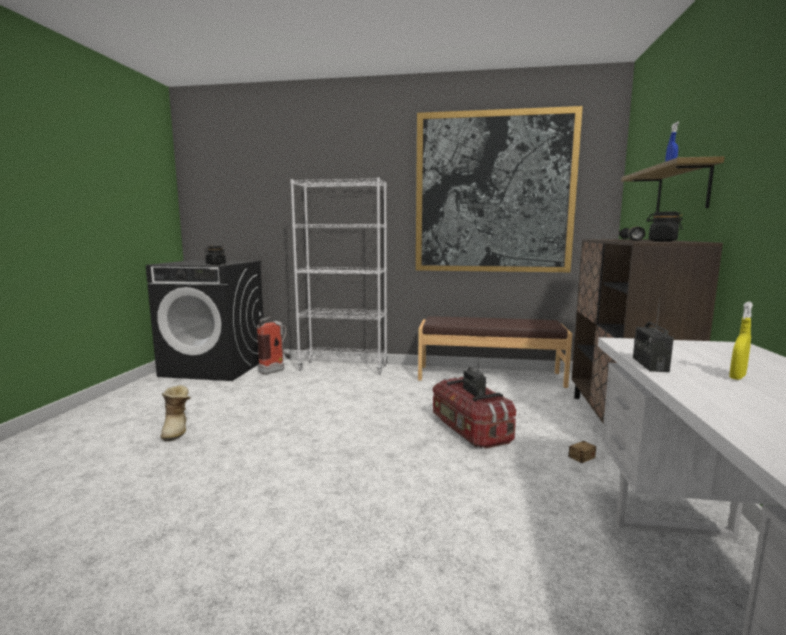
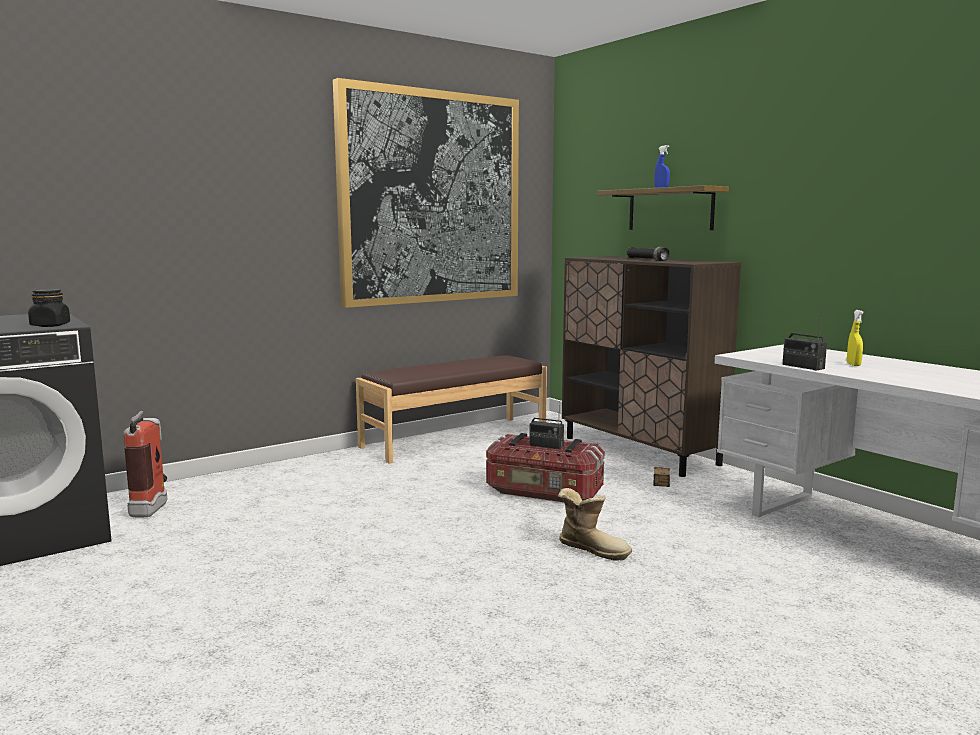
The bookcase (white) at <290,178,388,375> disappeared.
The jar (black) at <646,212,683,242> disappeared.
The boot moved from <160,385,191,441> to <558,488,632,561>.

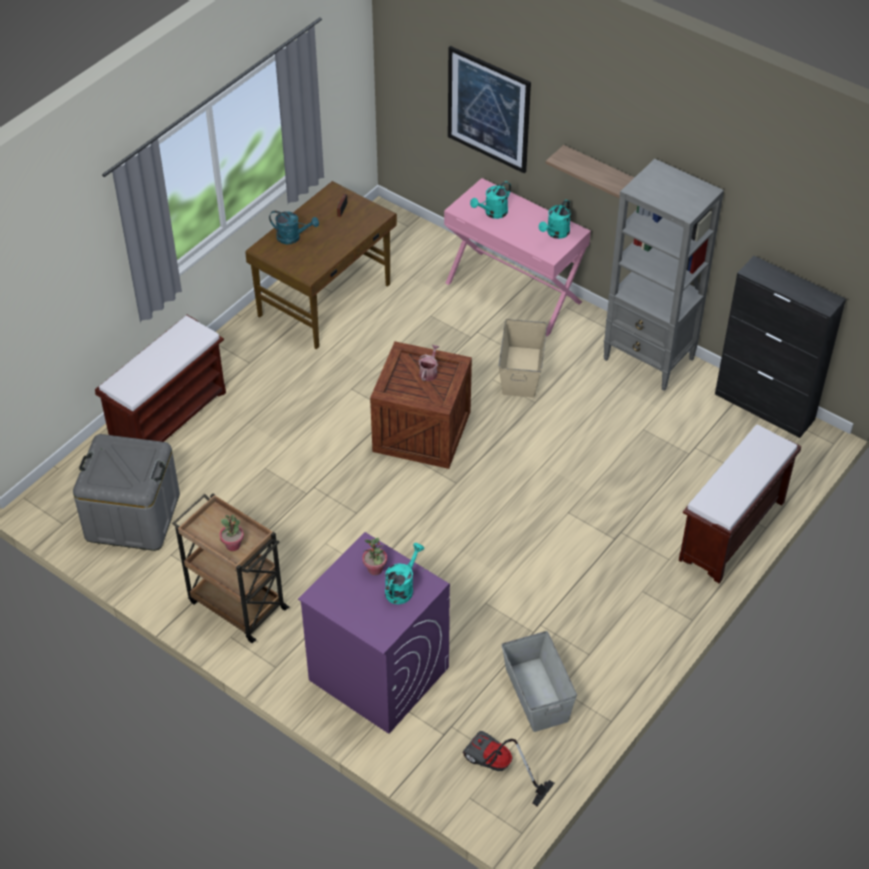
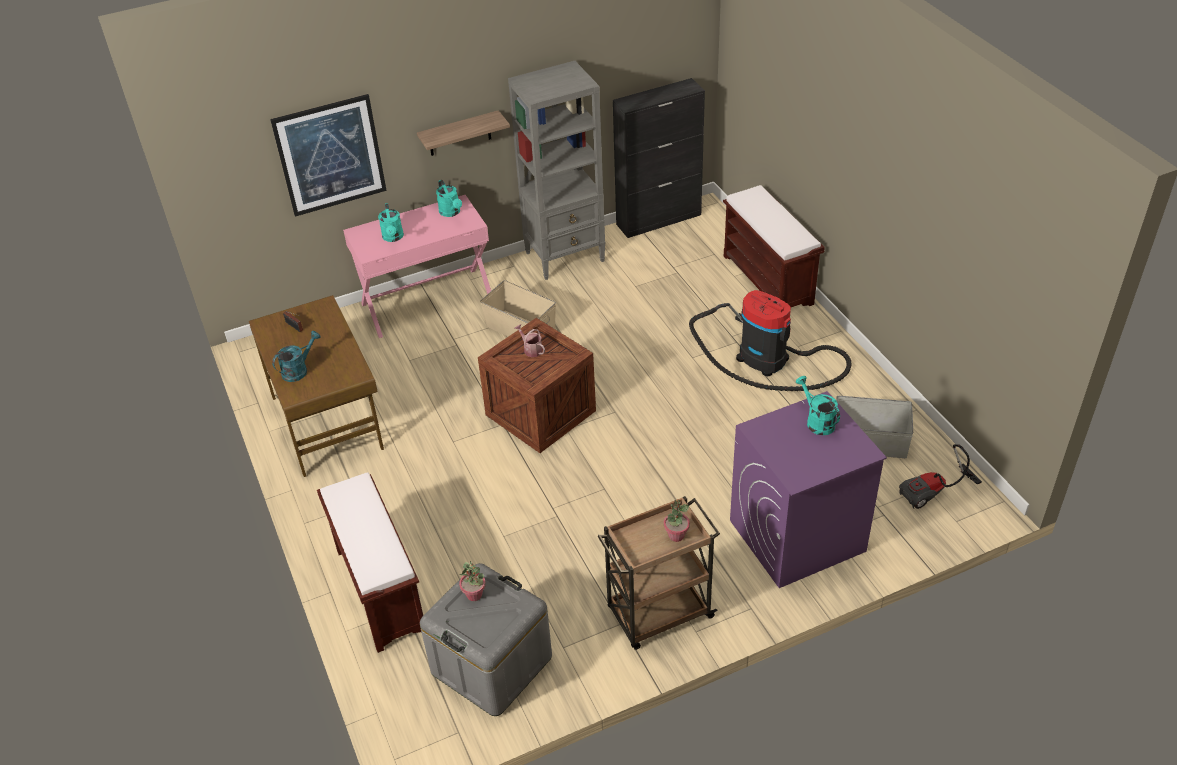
The potted plant moved from <362,538,387,575> to <459,561,486,601>.
The vacuum cleaner at <689,290,851,391> appeared.

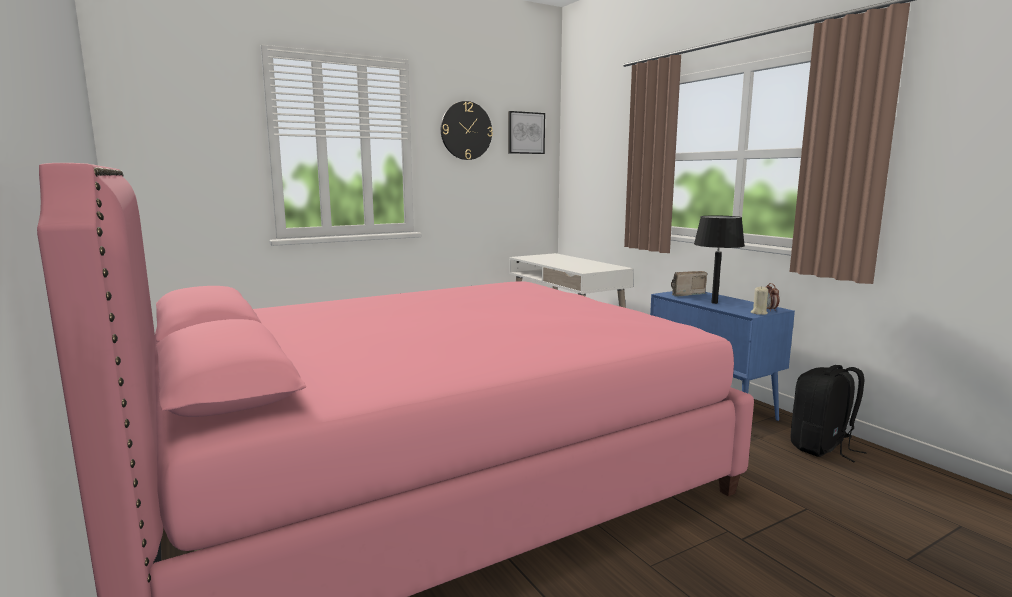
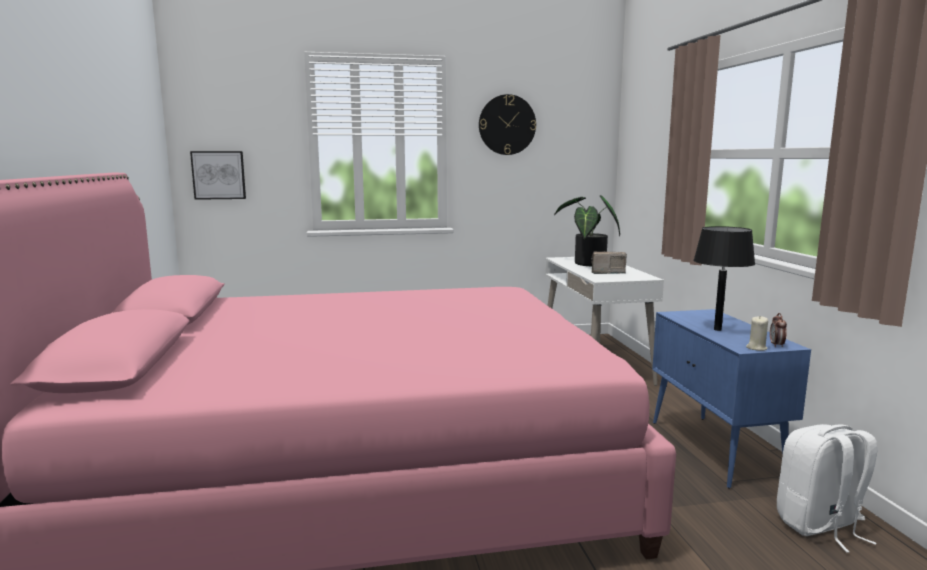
The picture moved from <508,111,545,154> to <190,151,246,200>.
The radio moved from <671,271,707,296> to <591,252,627,274>.
The backpack (black) at <791,365,867,462> became the backpack (white) at <777,424,878,552>.
The potted plant at <554,195,620,266> appeared.

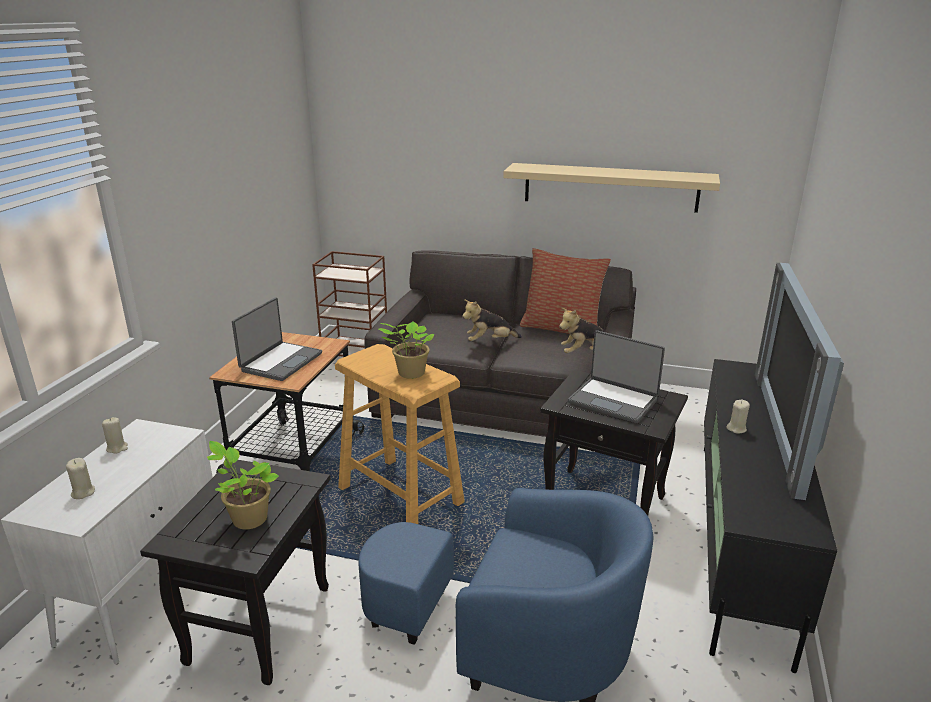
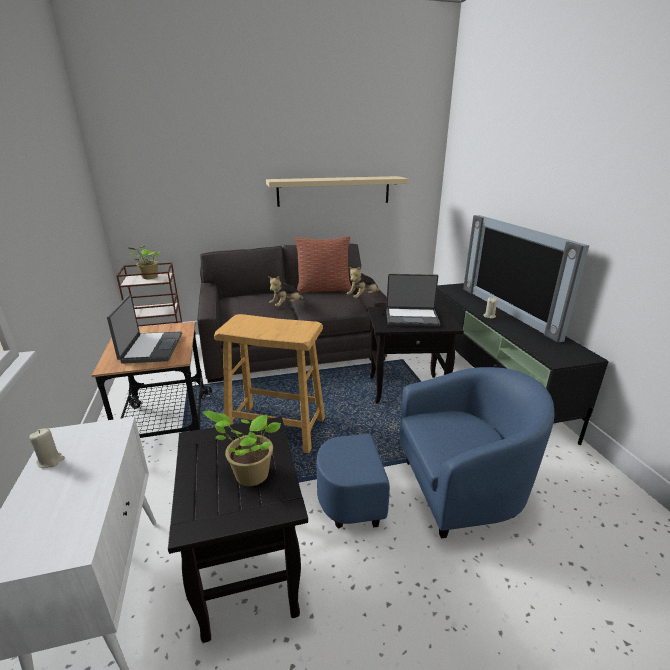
The potted plant moved from <379,321,435,379> to <128,246,160,279>.
The candle (beige) at <66,458,95,499> disappeared.

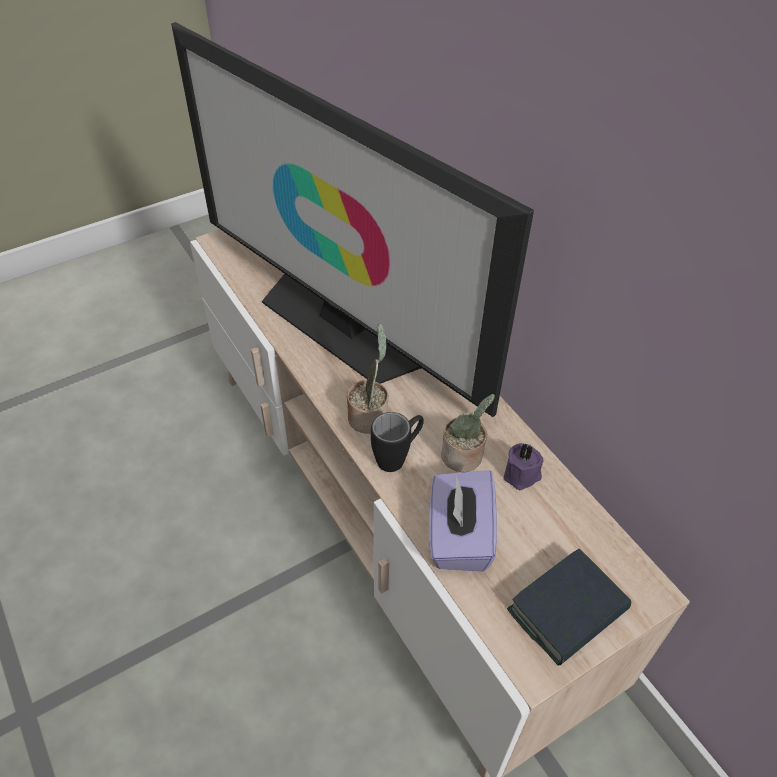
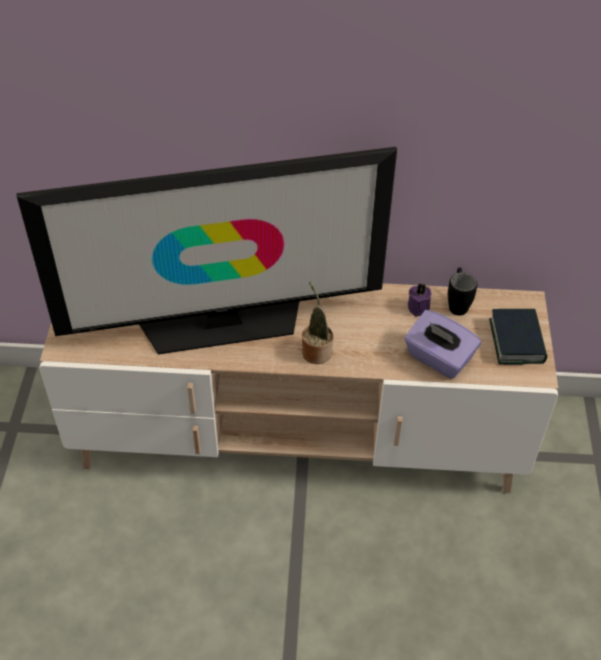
The potted plant at <441,394,495,472> disappeared.
The mug (black) moved from <371,412,424,472> to <448,268,477,315>.

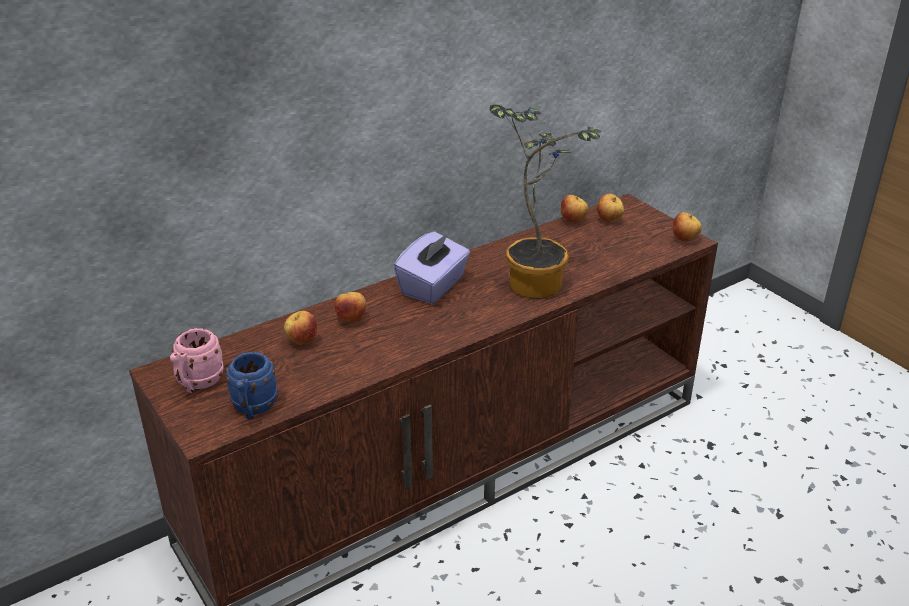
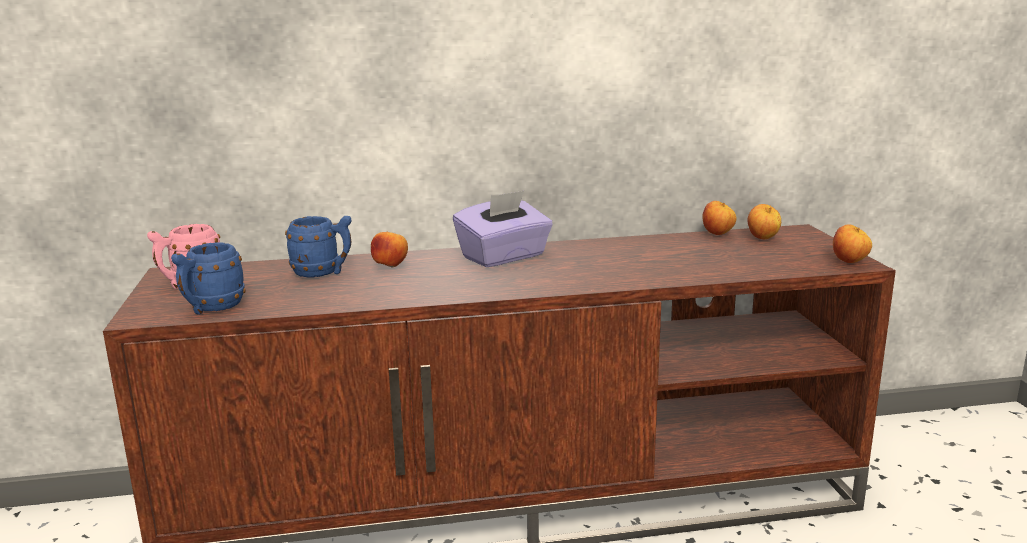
The potted plant at <490,104,602,299> disappeared.
The apple at <284,311,317,345> was replaced by the mug (blue) at <285,216,352,278>.

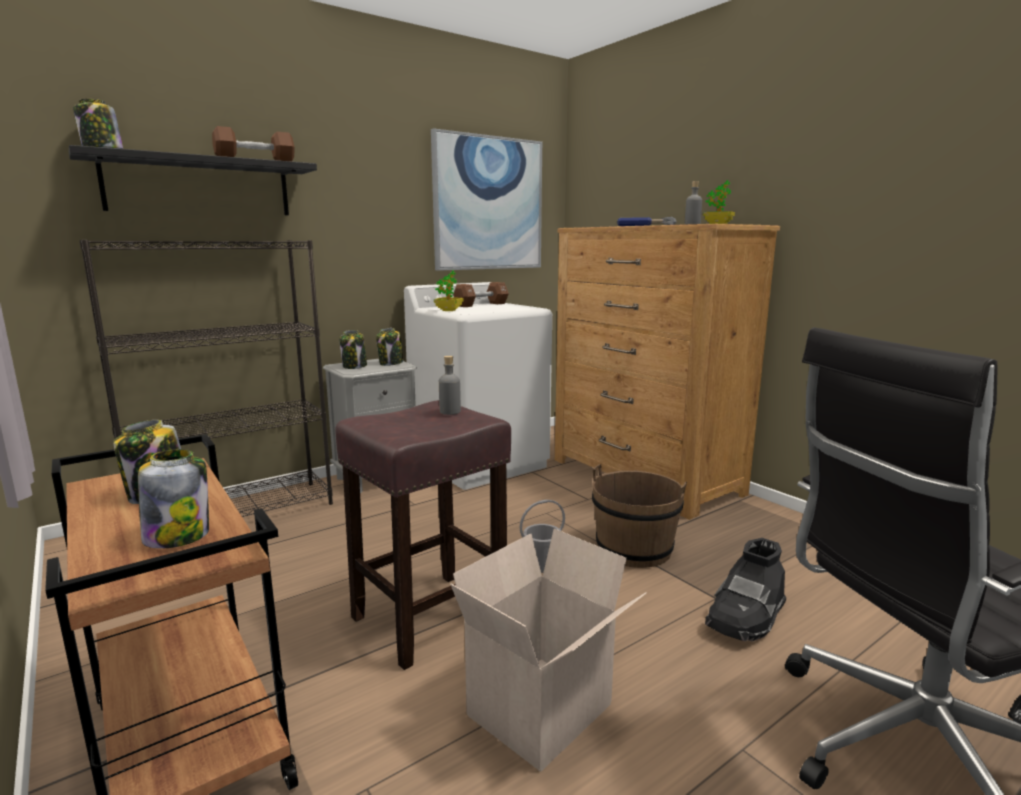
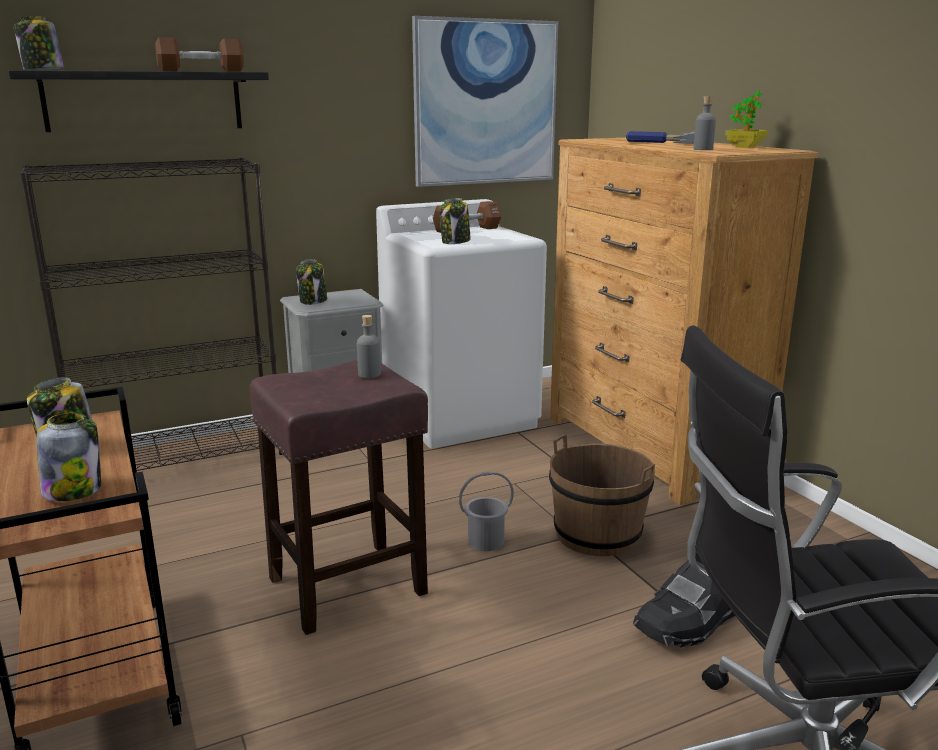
The potted plant at <434,271,463,311> disappeared.
The jar moved from <376,328,403,366> to <439,198,471,244>.
The cardboard box at <450,528,646,772> disappeared.

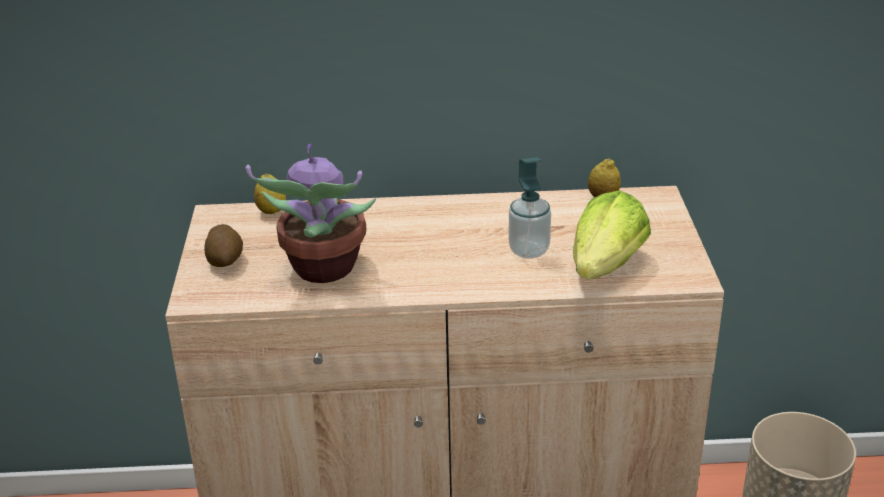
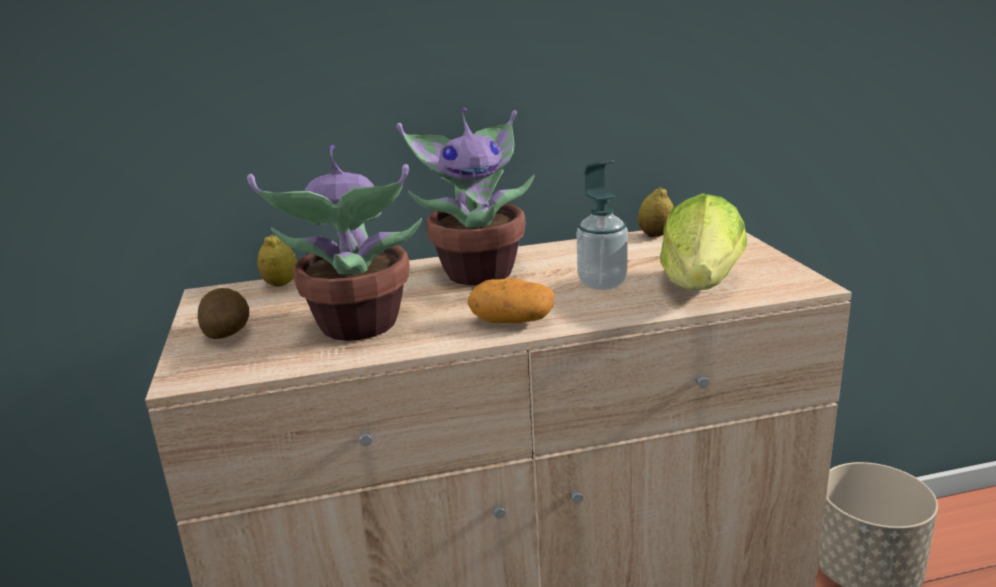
The potted plant at <396,108,535,285> appeared.
The potato at <467,278,554,323> appeared.

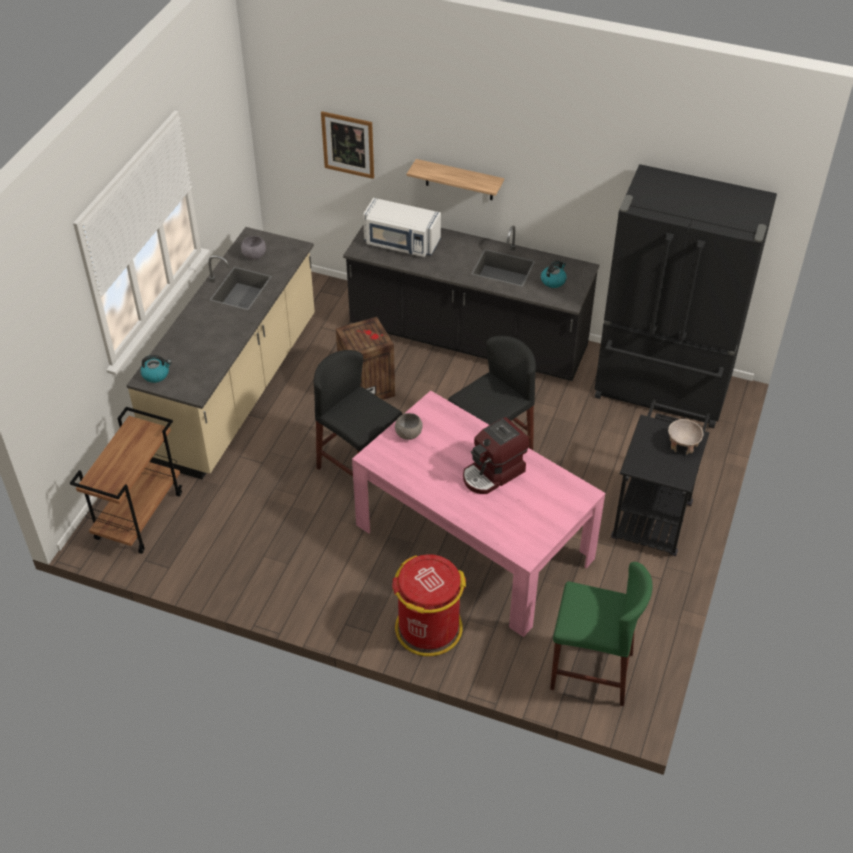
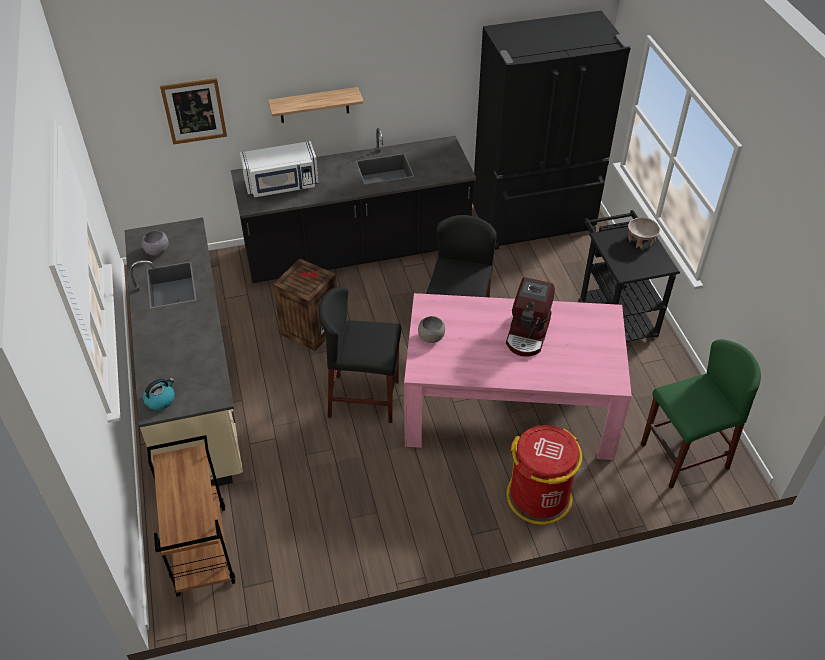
The kettle at <541,260,567,288> disappeared.

